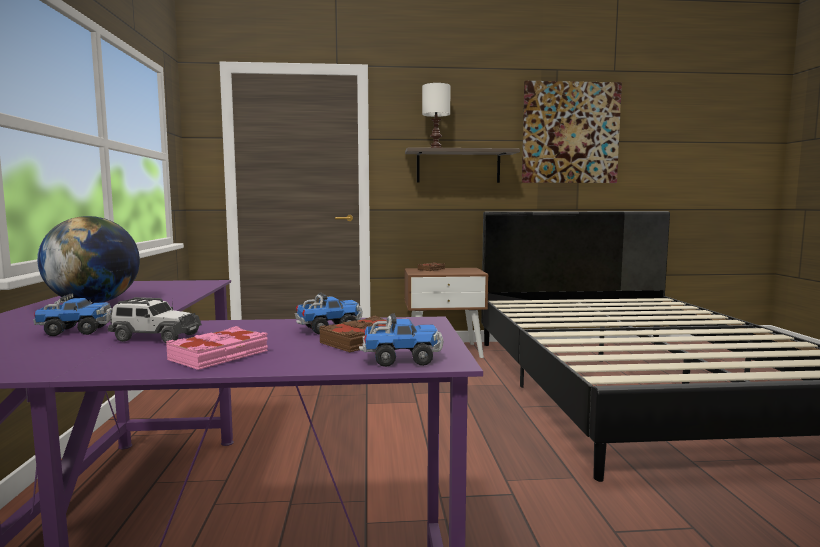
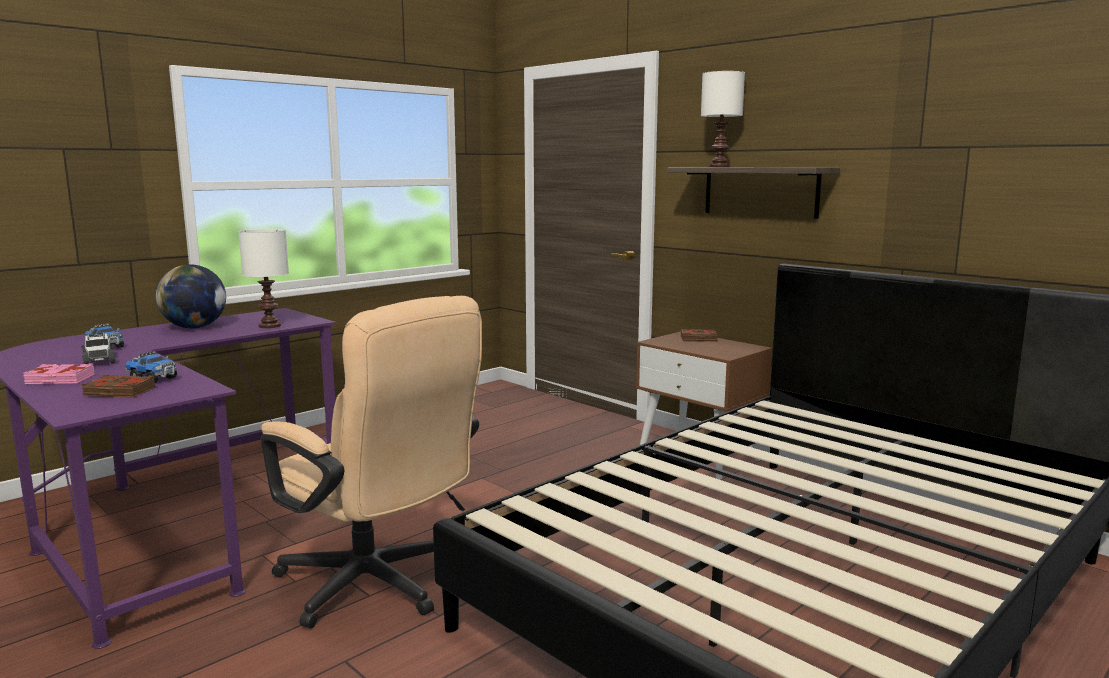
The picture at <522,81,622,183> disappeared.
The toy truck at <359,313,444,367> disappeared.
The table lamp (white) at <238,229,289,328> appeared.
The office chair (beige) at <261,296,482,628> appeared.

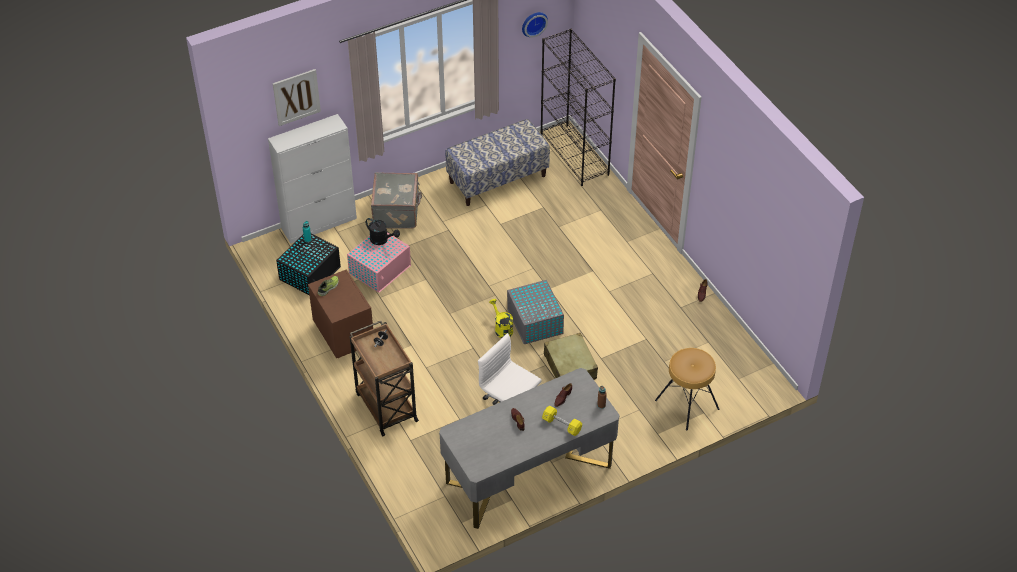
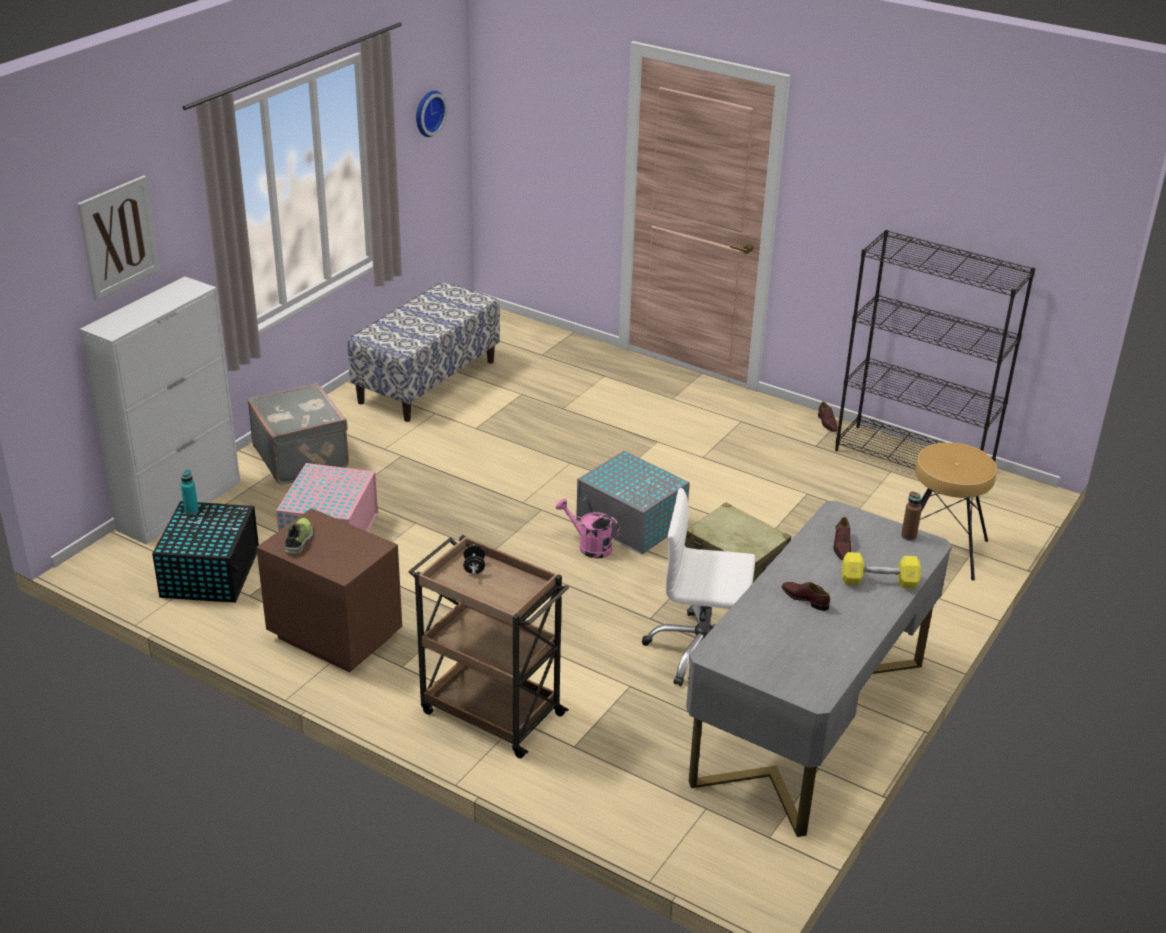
The bookcase (black) moved from <540,29,616,186> to <835,230,1035,469>.
The watering can (black) at <365,218,400,245> disappeared.
The watering can (yellow) at <489,299,513,338> became the watering can (pink) at <556,498,620,559>.

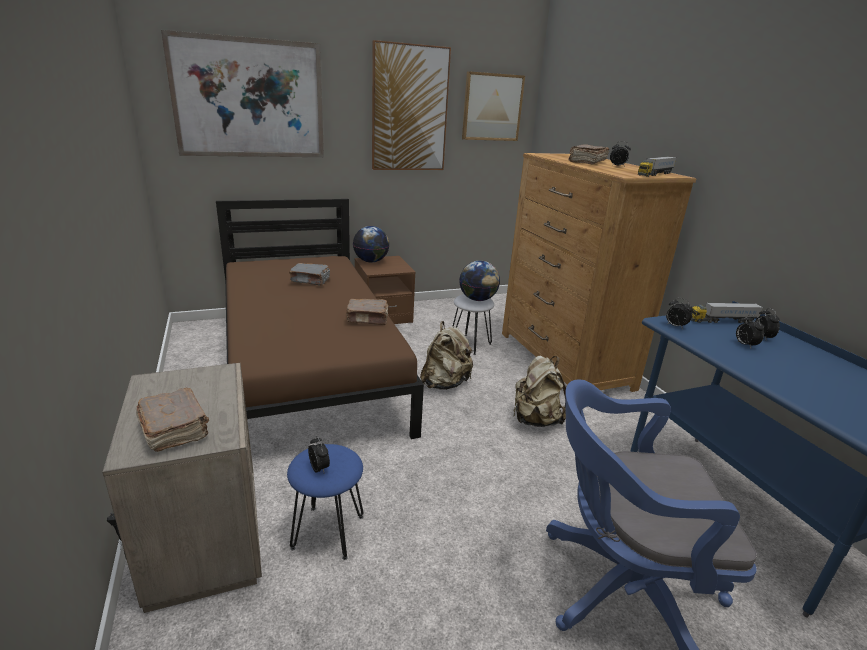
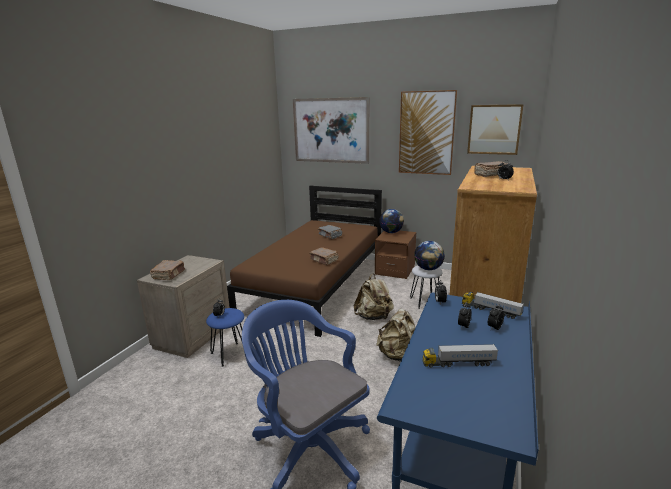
The toy truck moved from <638,156,677,177> to <423,344,498,367>.

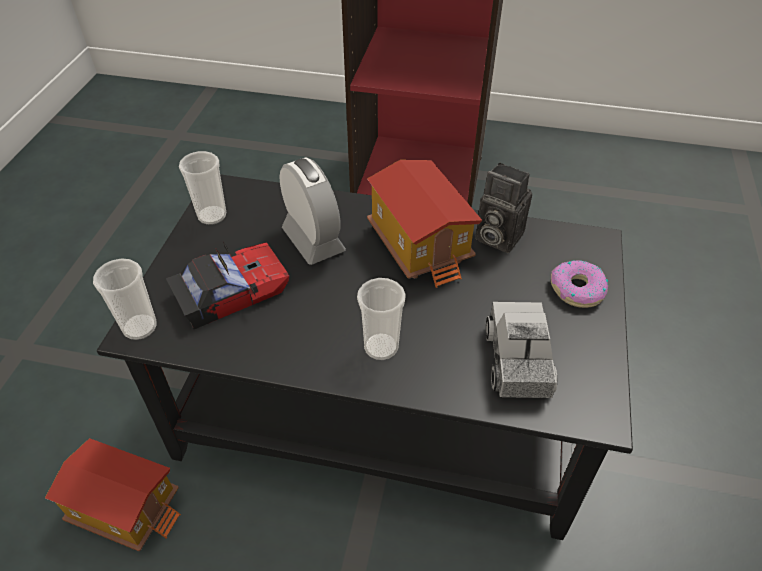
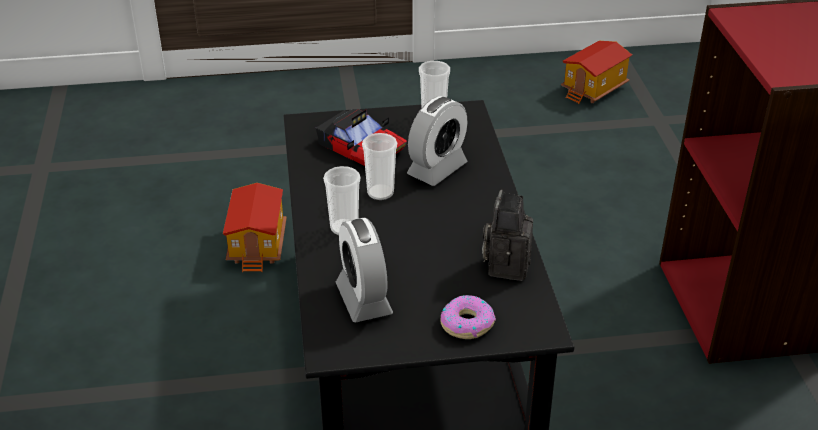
The toy house moved from <367,160,482,288> to <561,41,632,104>.
The cup moved from <93,258,157,340> to <362,133,397,200>.
The toy truck at <486,302,557,398> was replaced by the alarm clock at <336,218,393,323>.

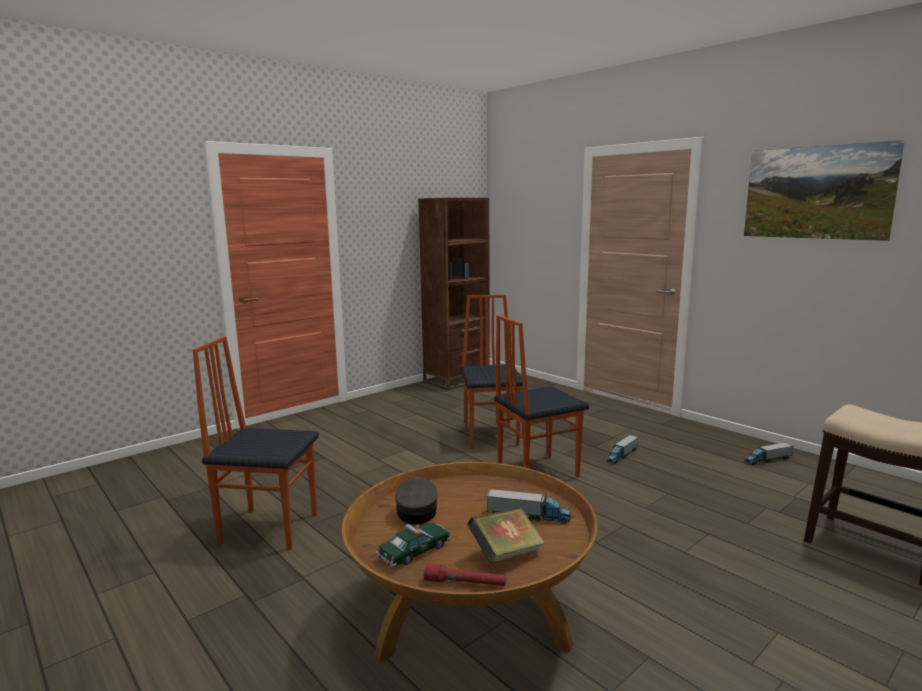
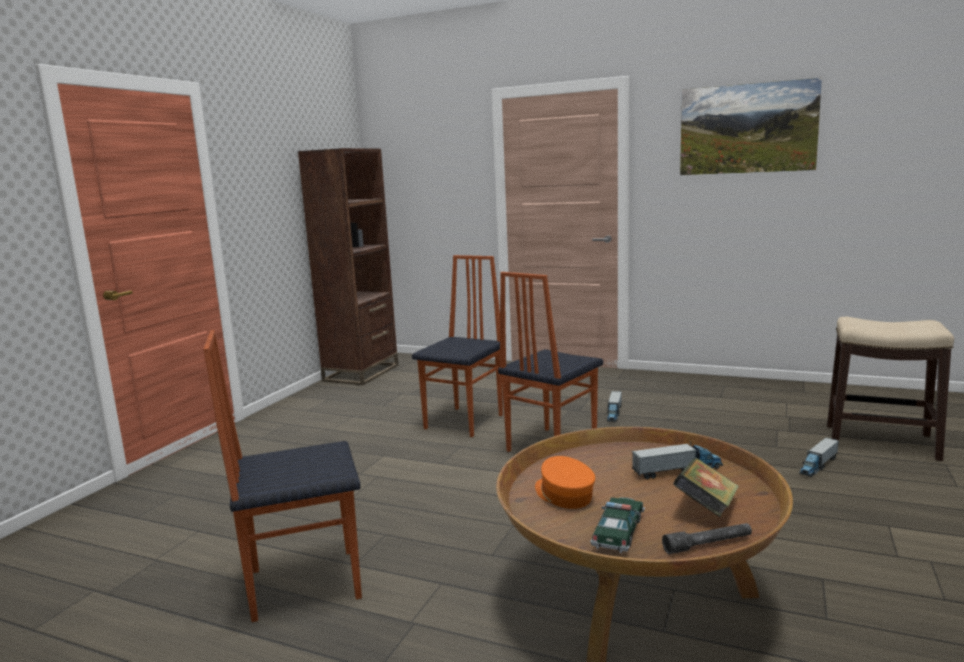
The chair at <461,295,522,448> turned 60 degrees clockwise.
The toy truck moved from <744,442,793,465> to <799,438,839,477>.
The cap (grey) at <395,478,438,525> became the cap (orange) at <535,456,595,509>.
The flashlight (red) at <424,563,506,586> became the flashlight (grey) at <662,523,752,554>.

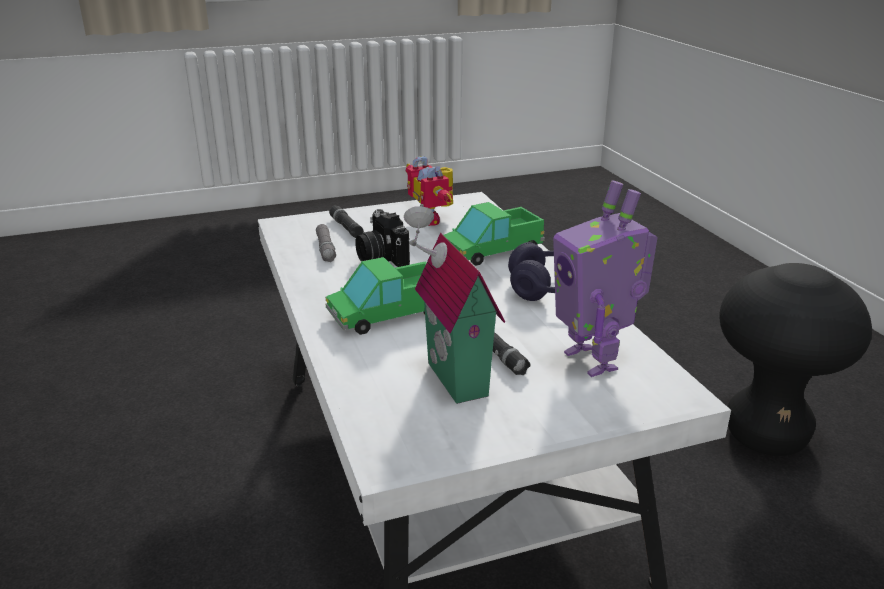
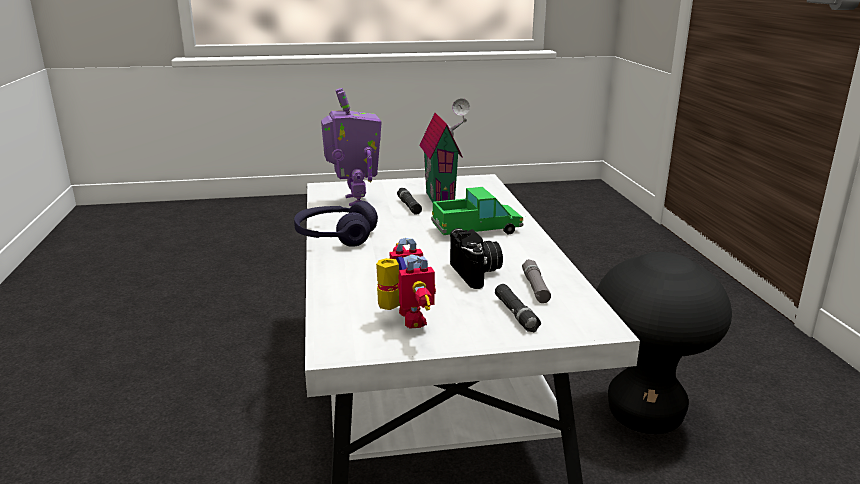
The toy truck at <444,202,545,266> disappeared.
The stool (black) moved from <719,263,872,456> to <596,252,732,434>.

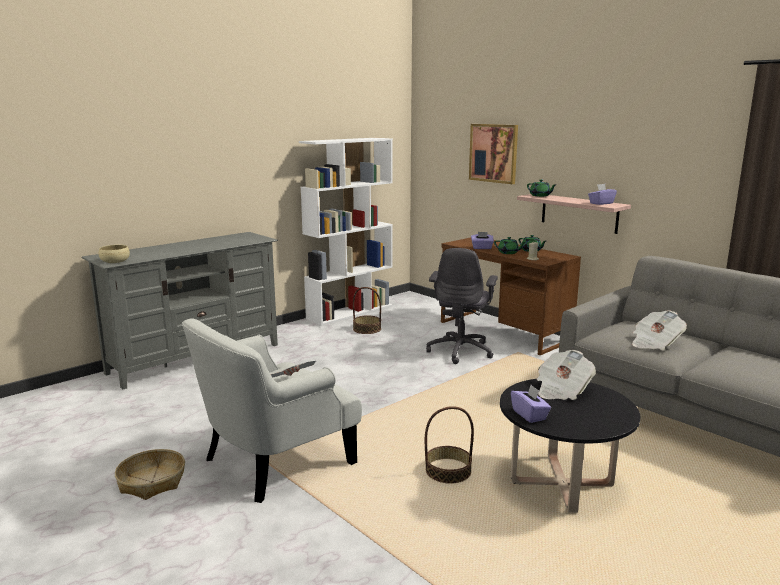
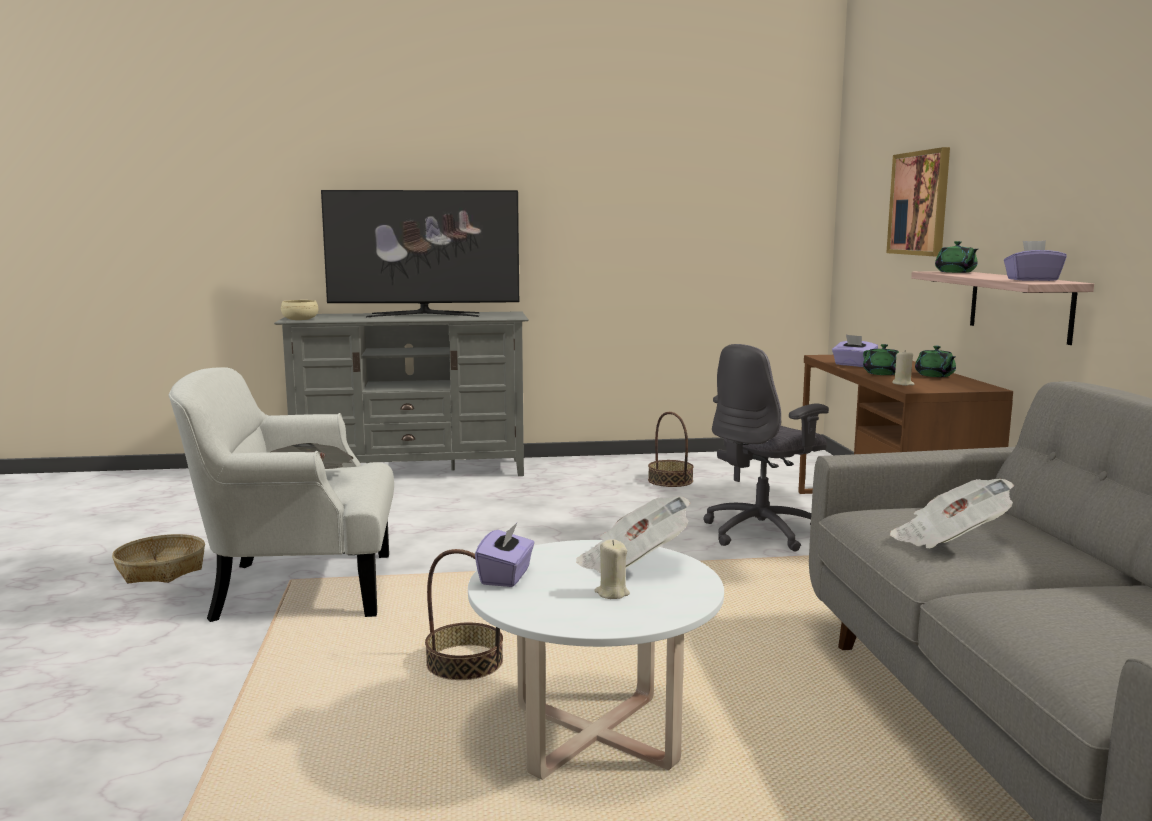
The bookcase (white) at <299,138,393,326> disappeared.
The coffee table (black) at <500,379,640,513> became the coffee table (white) at <468,540,724,780>.
The television at <321,190,519,317> appeared.
The candle (beige) at <594,539,630,599> appeared.

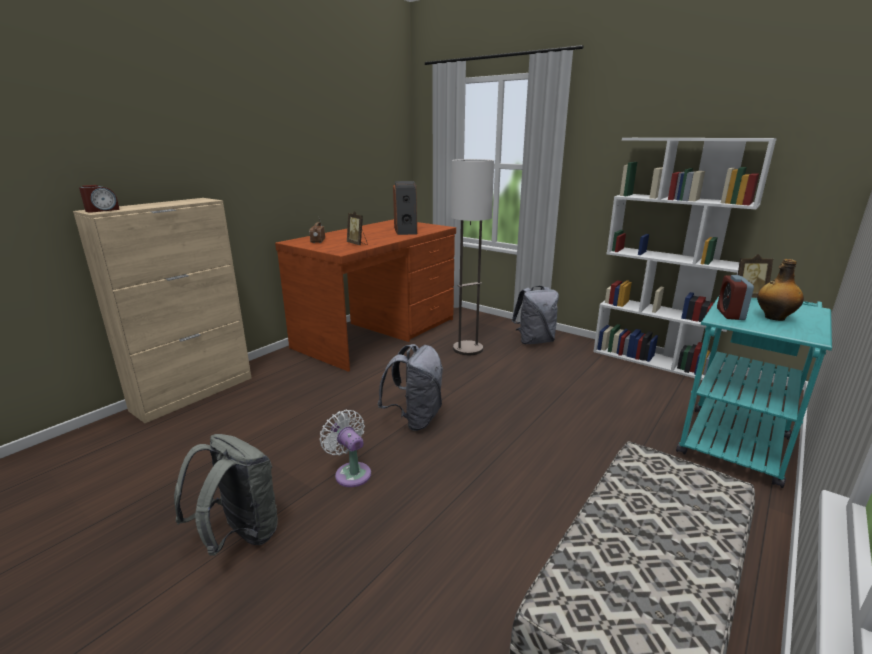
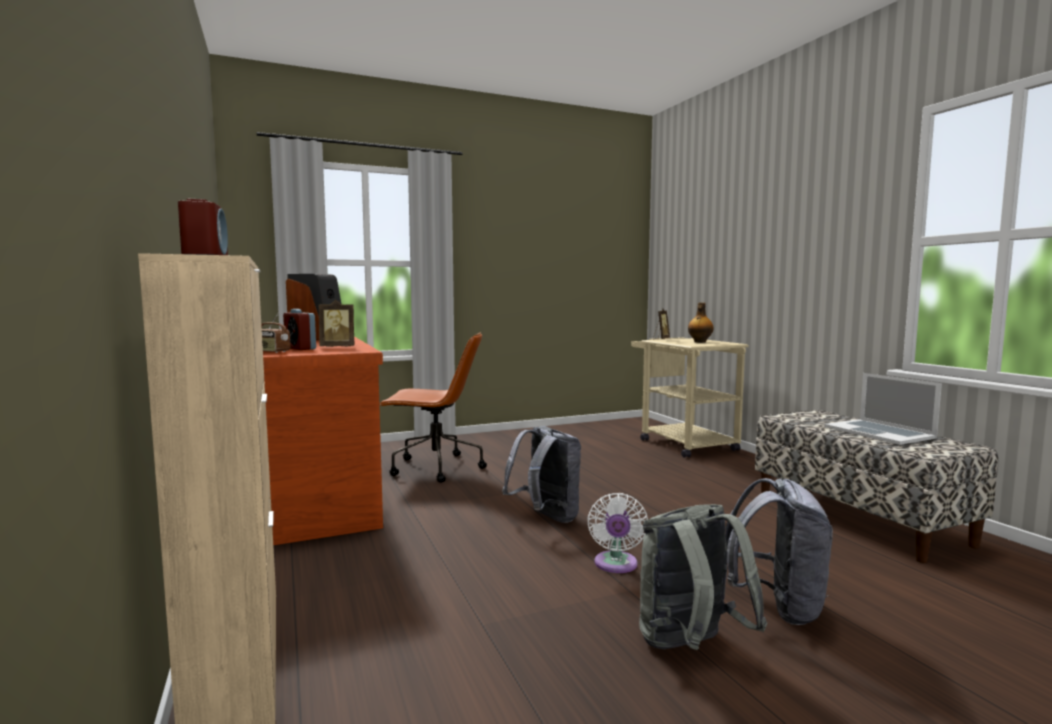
The bookcase (white) at <593,138,777,380> disappeared.
The floor lamp at <451,159,494,355> was replaced by the office chair (brown) at <379,332,487,483>.
The alarm clock moved from <717,275,754,320> to <283,309,316,350>.
The backpack (grey) moved from <512,286,559,344> to <725,478,833,625>.
The cart (turquoise) at <676,296,832,488> became the cart (beige) at <631,338,749,458>.
The fan (white) at <320,410,371,487> turned 75 degrees counterclockwise.
The laptop at <825,373,942,445> appeared.

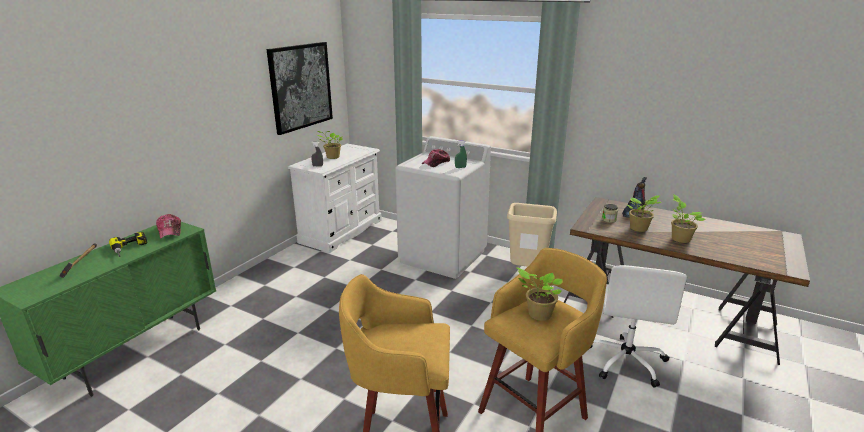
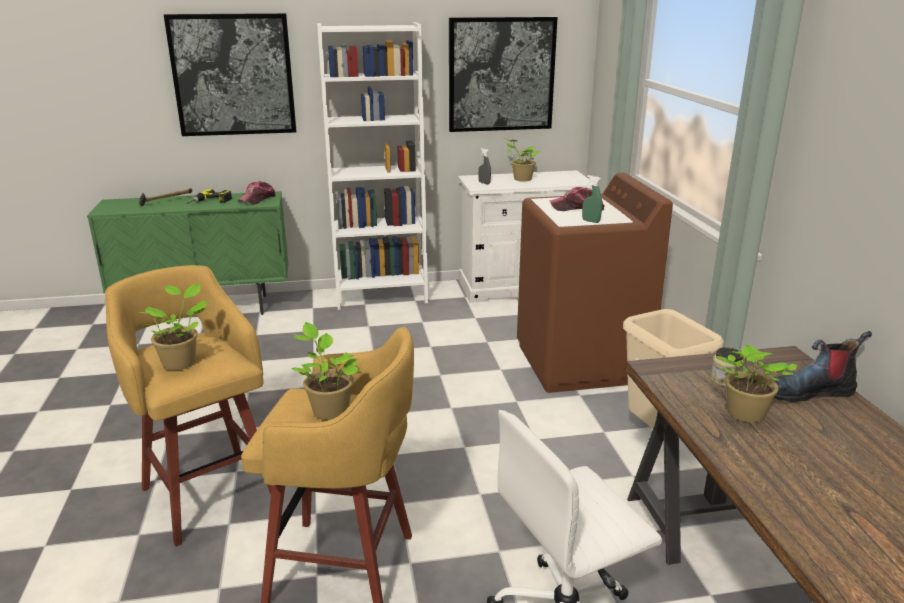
The washing machine (white) at <395,136,491,279> became the washing machine (brown) at <517,173,673,393>.
The potted plant moved from <671,194,706,243> to <138,284,209,370>.
The picture at <164,13,296,136> appeared.
The bookcase (white) at <317,22,428,310> appeared.

